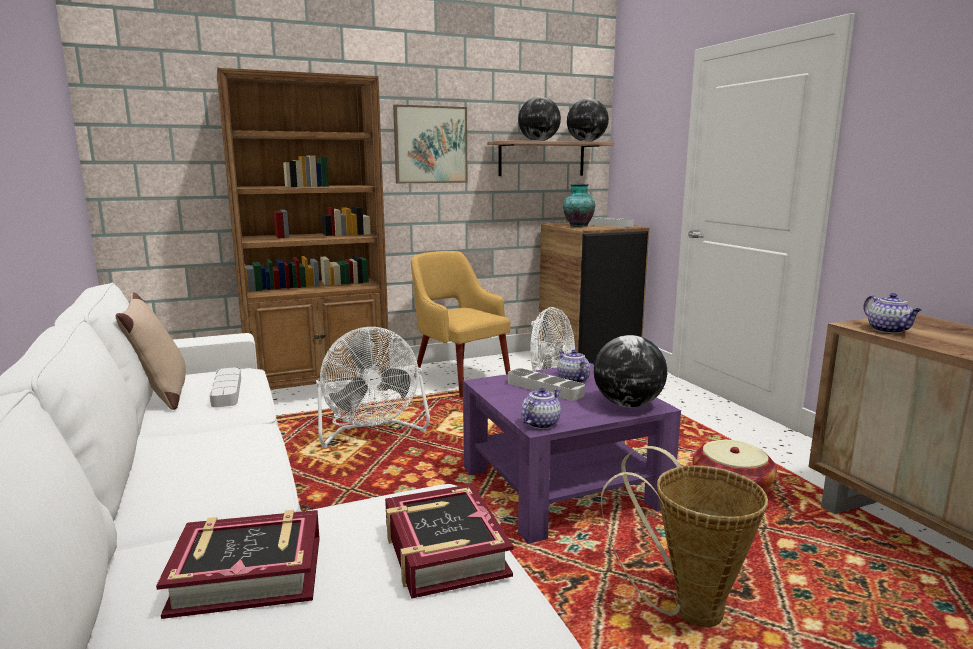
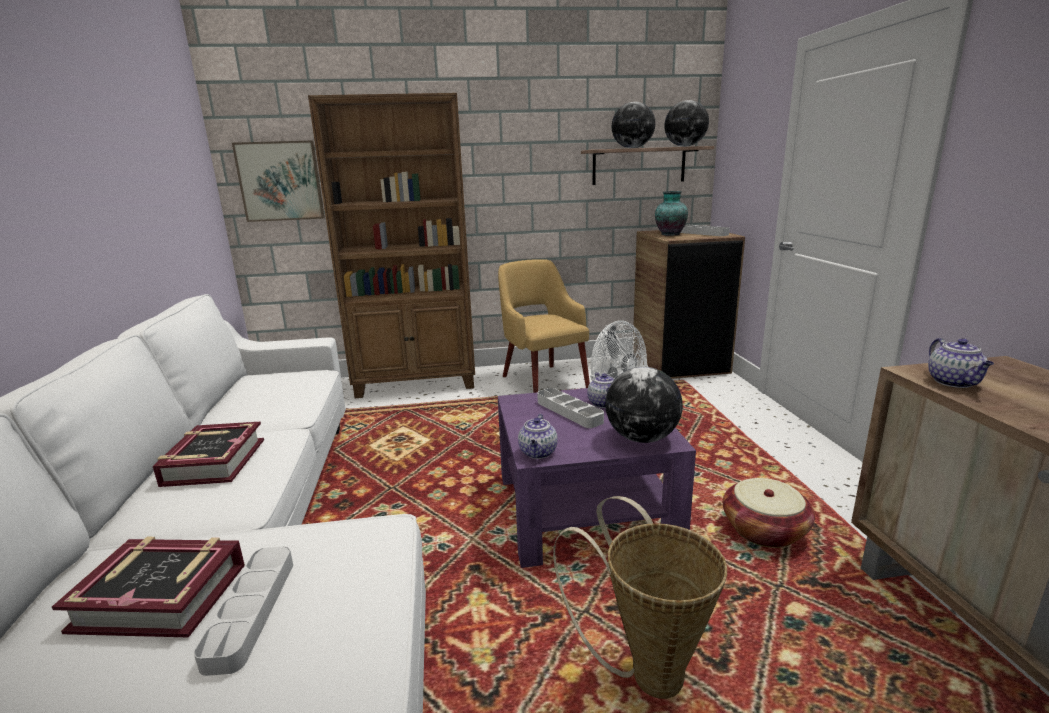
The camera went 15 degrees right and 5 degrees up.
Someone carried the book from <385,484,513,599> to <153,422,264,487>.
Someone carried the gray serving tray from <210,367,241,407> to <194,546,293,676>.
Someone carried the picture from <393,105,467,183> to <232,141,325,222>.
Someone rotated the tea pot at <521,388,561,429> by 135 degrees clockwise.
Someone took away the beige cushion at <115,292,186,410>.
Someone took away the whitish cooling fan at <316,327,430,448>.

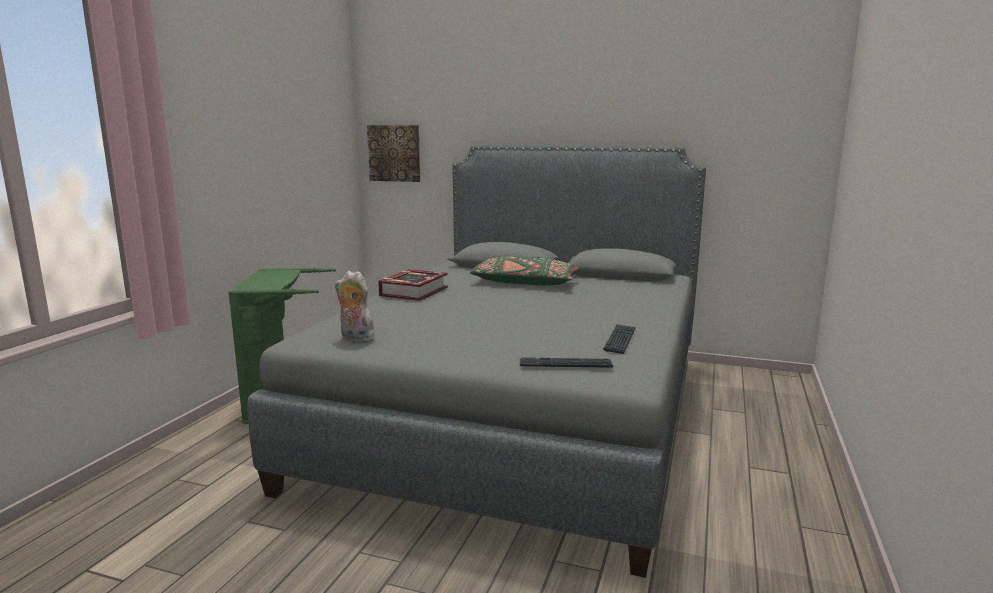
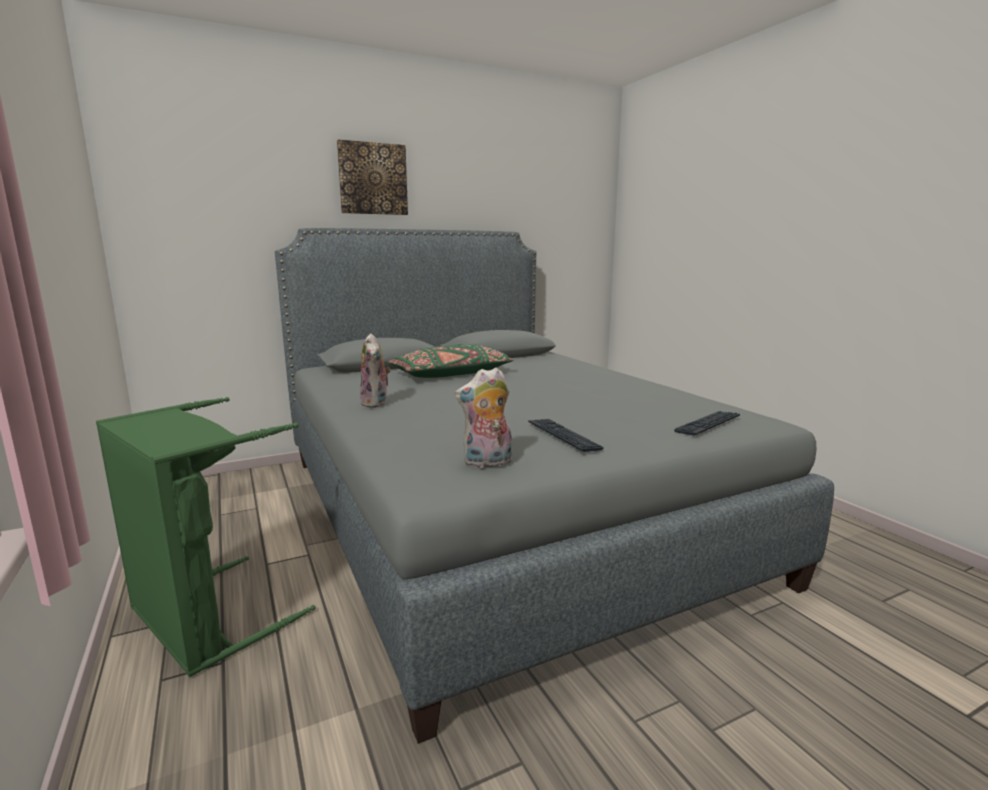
The camera went 45 degrees left and 0 degrees up.
Someone carried the picture from <367,125,420,182> to <337,139,408,215>.
Someone swapped the book at <378,269,448,301> for the cuddly toy at <360,333,391,408>.
Someone carried the computer keyboard from <603,324,636,354> to <528,419,604,452>.

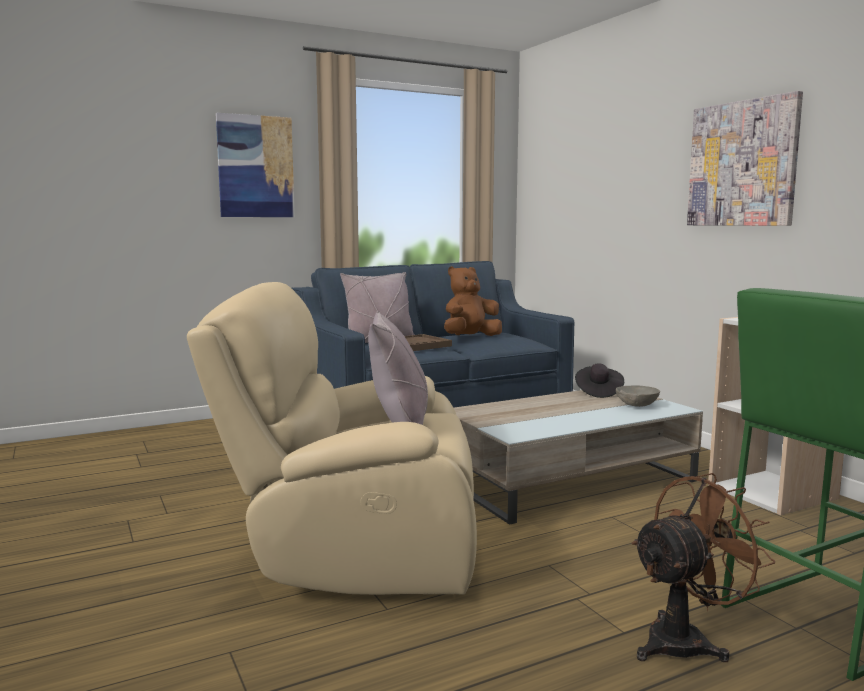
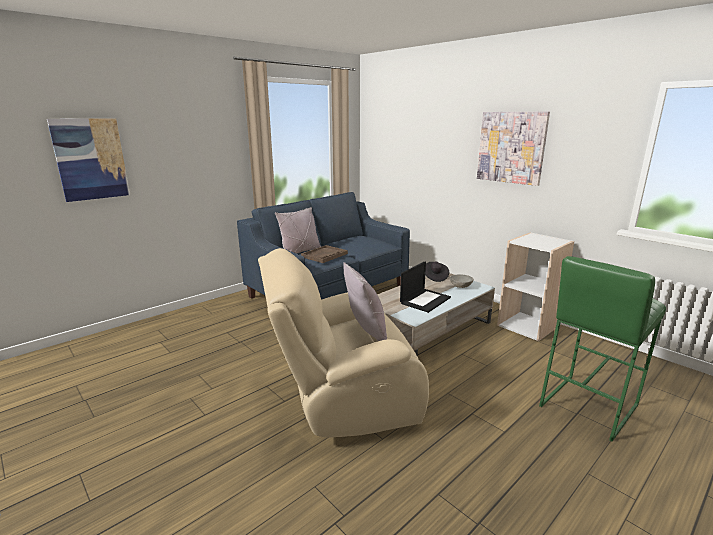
The camera went 15 degrees left and 10 degrees up.
Someone carried the picture from <216,113,295,217> to <47,118,130,202>.
Someone put down the laptop at <400,261,451,313>.
Someone took away the brown cuddly toy at <444,266,502,336>.
Someone took away the brown cooling fan at <631,473,775,662>.

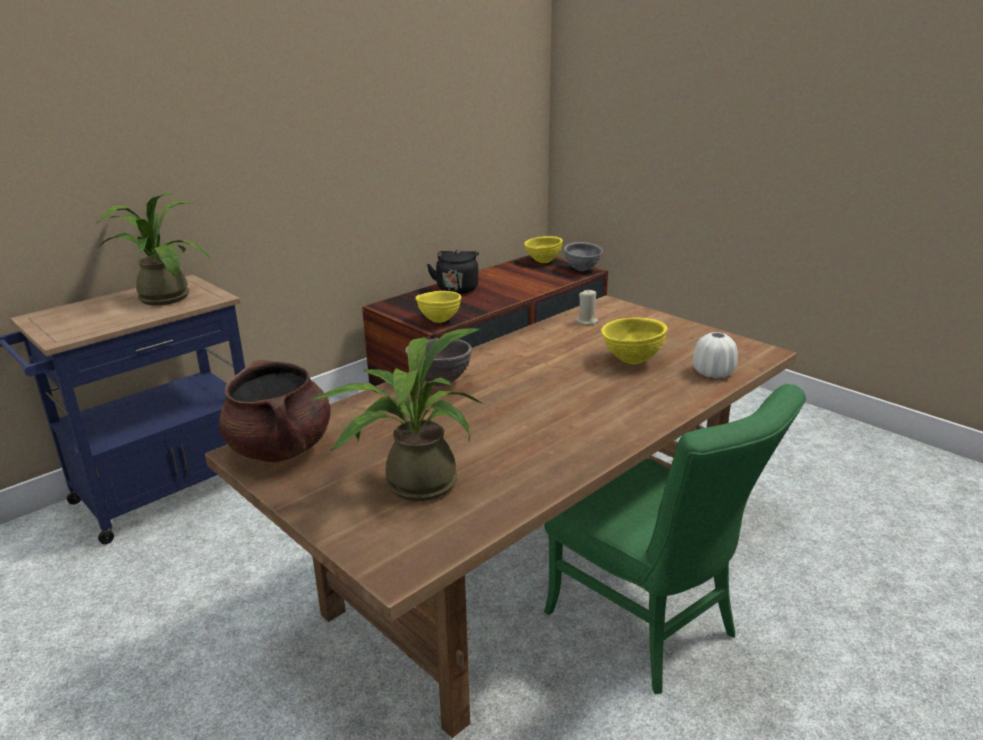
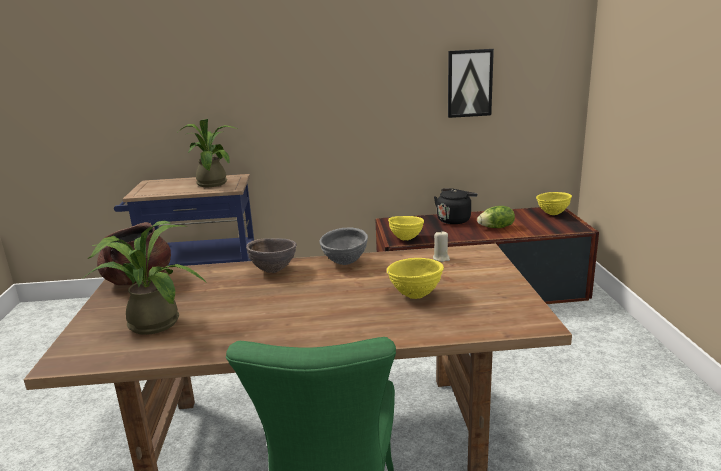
The camera went 40 degrees right and 5 degrees down.
Someone carried the gray bowl from <564,242,603,271> to <319,227,368,265>.
Someone put up the picture at <448,49,494,118>.
Someone put down the lettuce at <477,206,515,228>.
Someone took away the whitish vase at <693,332,738,378>.

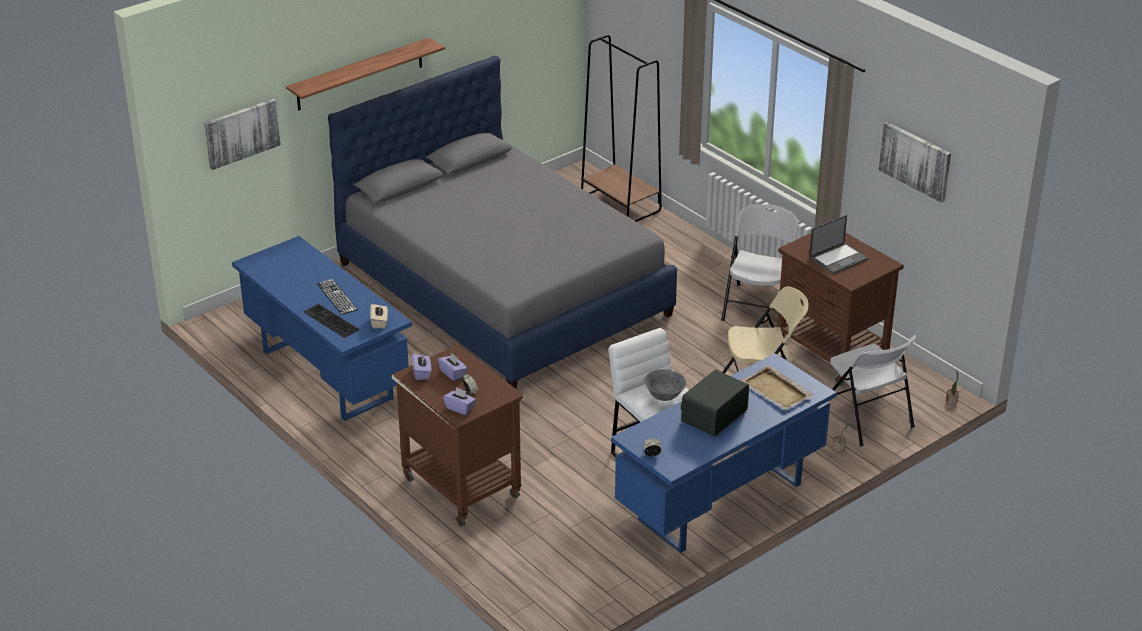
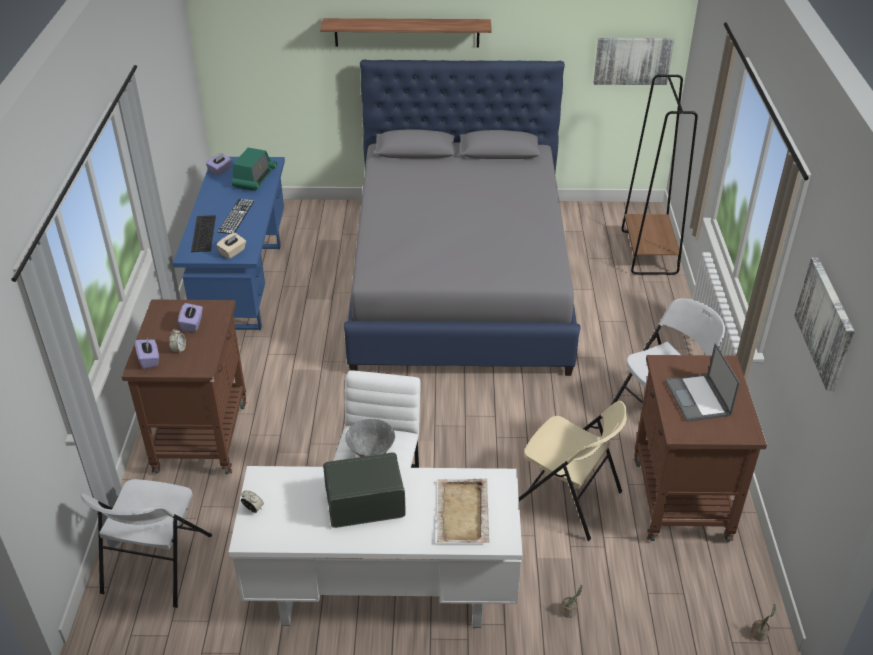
The camera went 40 degrees right and 5 degrees up.
Someone carried the whitish upright chair from <830,335,916,447> to <80,479,212,608>.
Someone carried the purplish tissue box from <412,354,431,380> to <206,153,232,176>.
Someone repainted the blue desk at <611,353,837,553>, which became the whitish desk at <229,466,523,628>.
Someone put down the radio set at <232,148,277,191>.
Someone carried the picture from <204,99,281,170> to <593,38,674,85>.
Someone rotated the laptop at <809,215,869,274> by 75 degrees clockwise.

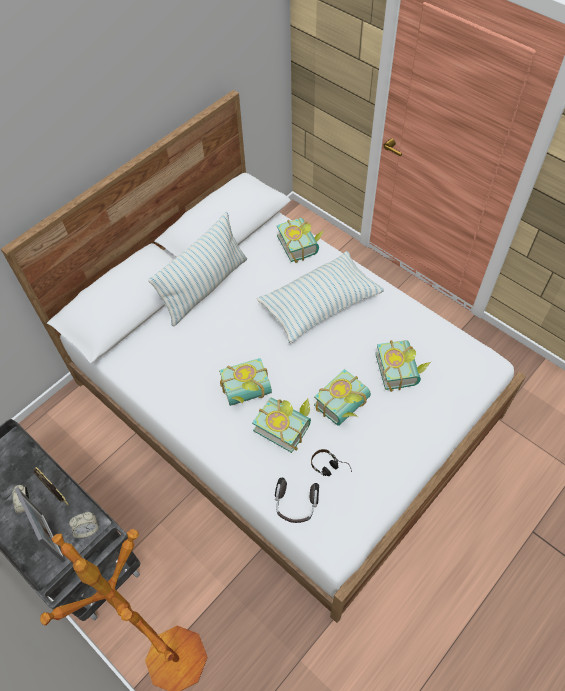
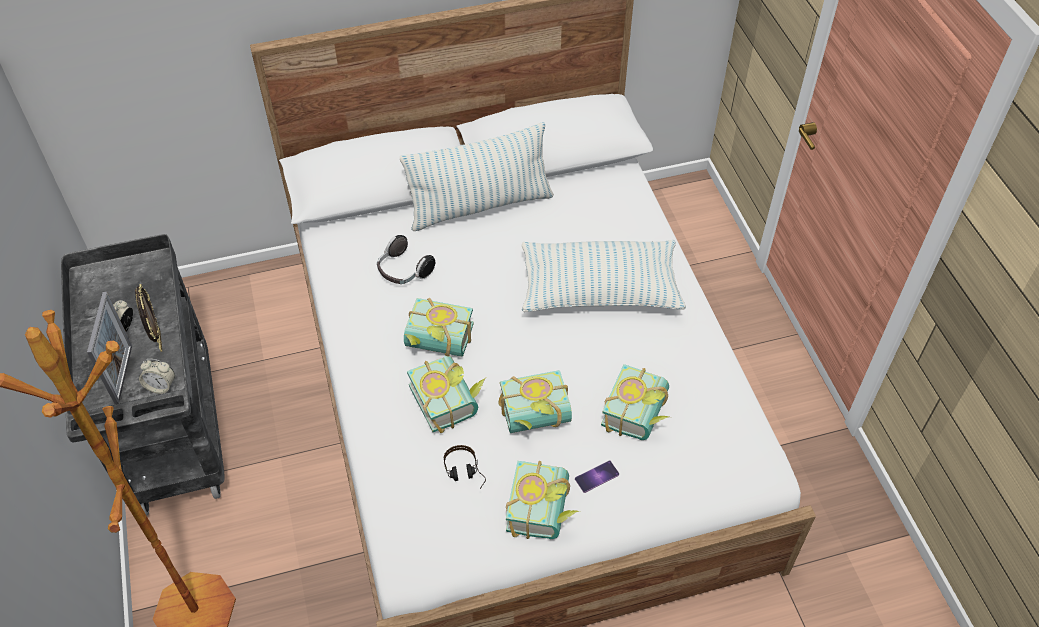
The camera went 30 degrees right and 5 degrees down.
Someone carried the pair of headphones from <275,478,319,523> to <377,235,435,284>.
Someone carried the book from <277,218,324,263> to <506,461,579,539>.
Someone put down the phone at <575,460,619,493>.

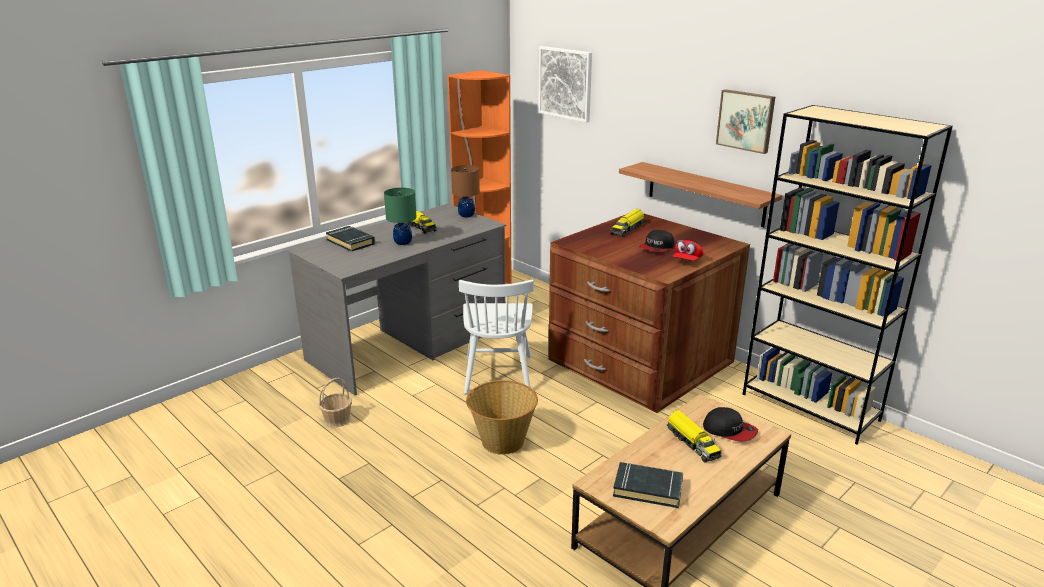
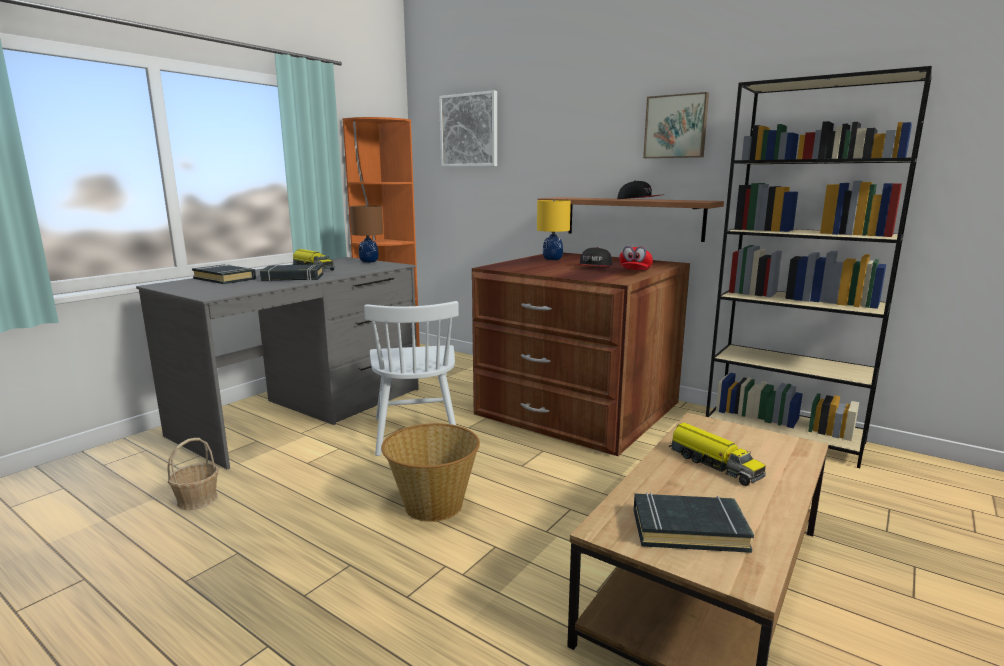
The camera went 10 degrees left and 10 degrees down.
Someone swapped the green lamp for a table at <384,188,417,245> for the black book at <260,264,324,281>.
Someone swapped the toy truck at <611,209,644,237> for the yellowish lamp for a table at <537,200,571,260>.
Someone carried the baseball cap from <703,407,758,442> to <617,180,661,199>.

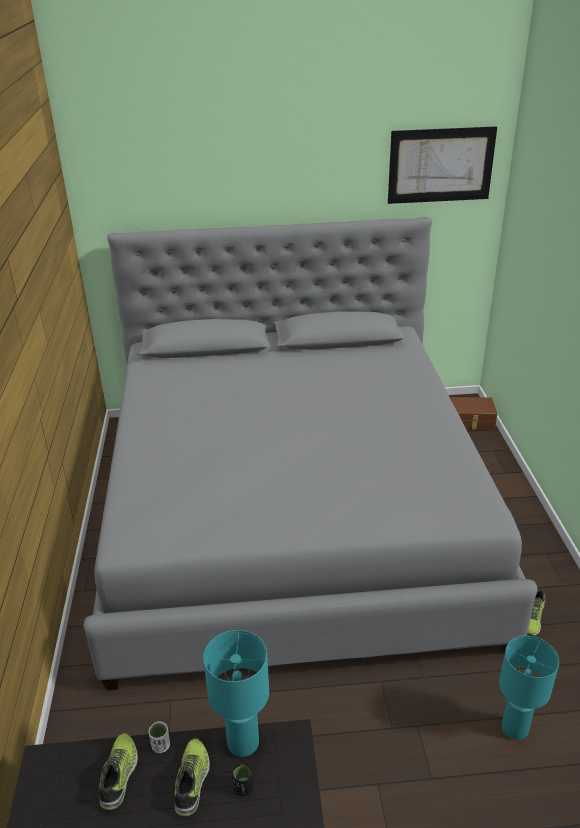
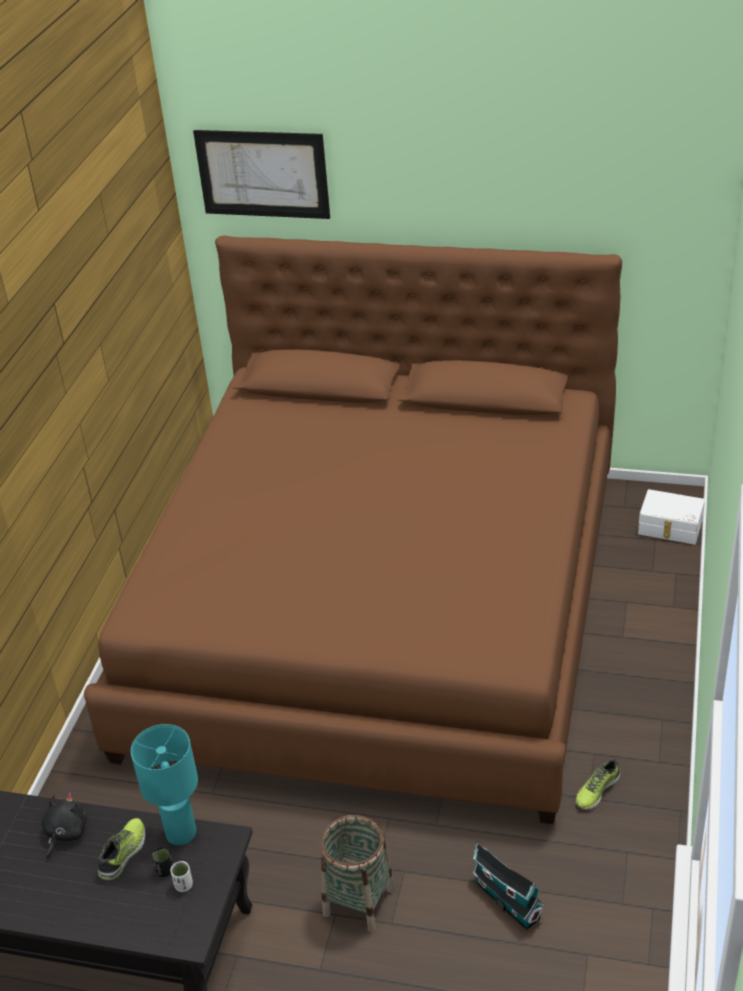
The camera went 20 degrees right and 5 degrees up.
Someone swapped the low shoe at <99,733,138,810> for the black cuddly toy at <41,792,87,860>.
Someone repainted the gray sleeping bed at <84,217,537,690>, which became the brown sleeping bed at <84,235,622,824>.
Someone carried the whitish cup from <149,721,170,753> to <170,861,193,892>.
Someone carried the picture from <388,126,497,204> to <193,130,330,219>.
Someone put down the storage basket at <320,815,395,932>.
Someone swapped the turquoise lamp for a table at <499,636,559,740> for the toy house at <472,843,545,930>.
Someone repainted the brown storage box at <450,397,497,430>, which became the whitish storage box at <638,489,705,545>.

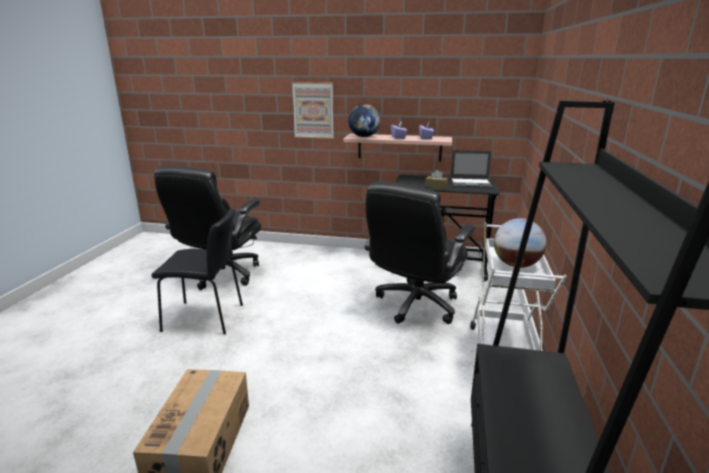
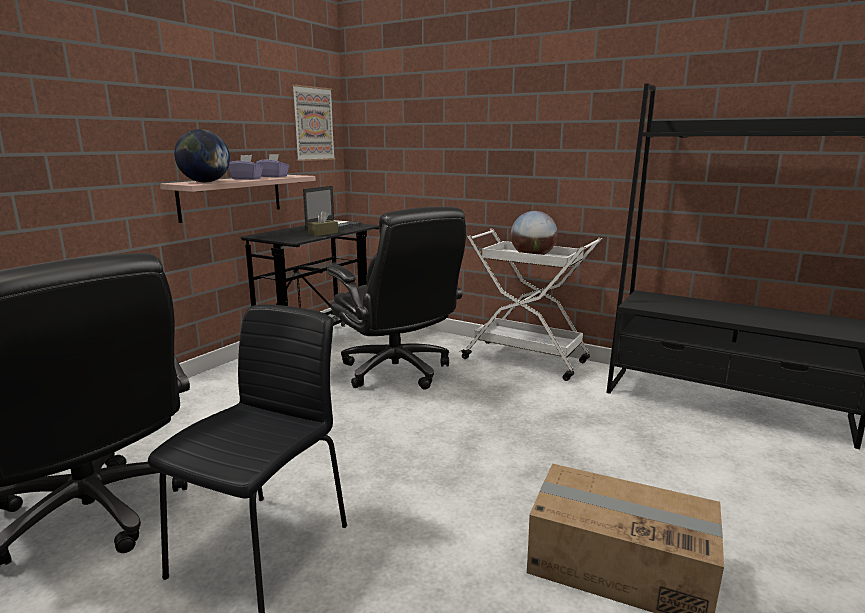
The camera went 70 degrees left and 5 degrees down.
Someone carried the picture from <292,82,334,139> to <292,84,335,161>.

